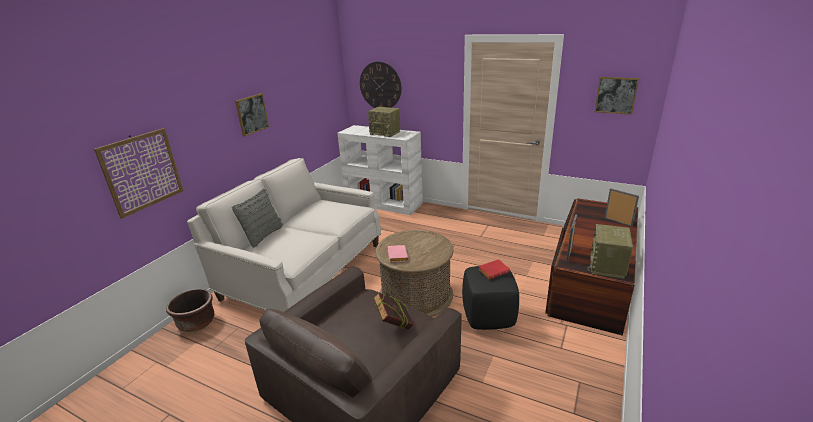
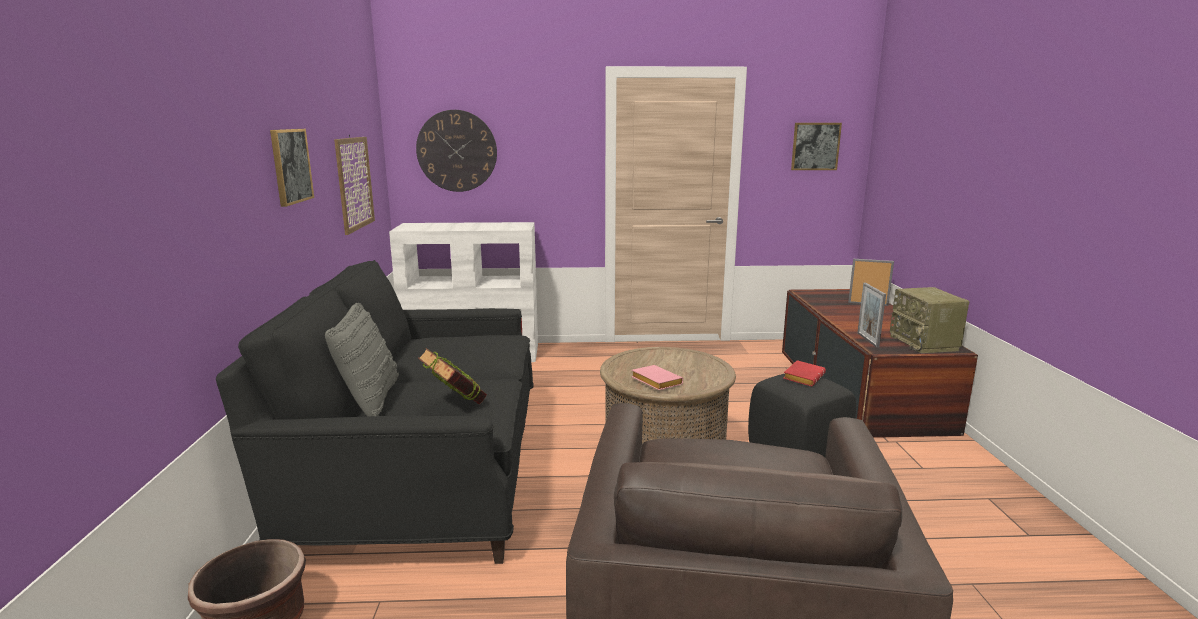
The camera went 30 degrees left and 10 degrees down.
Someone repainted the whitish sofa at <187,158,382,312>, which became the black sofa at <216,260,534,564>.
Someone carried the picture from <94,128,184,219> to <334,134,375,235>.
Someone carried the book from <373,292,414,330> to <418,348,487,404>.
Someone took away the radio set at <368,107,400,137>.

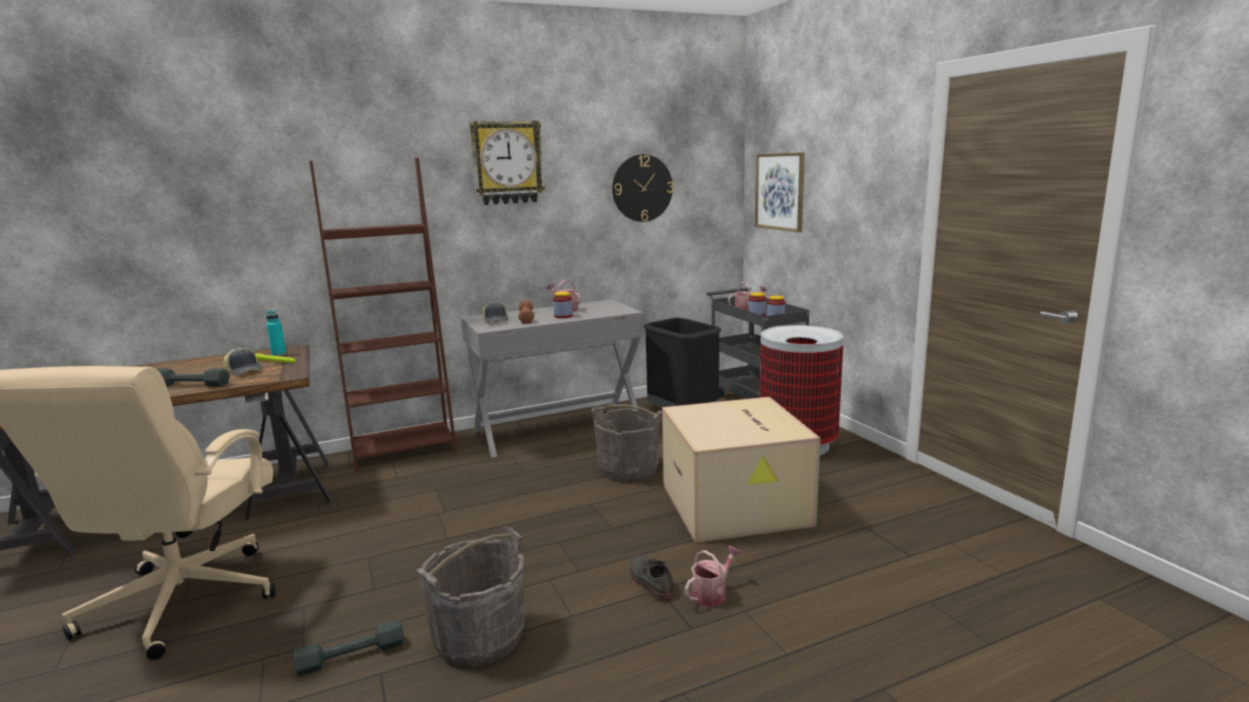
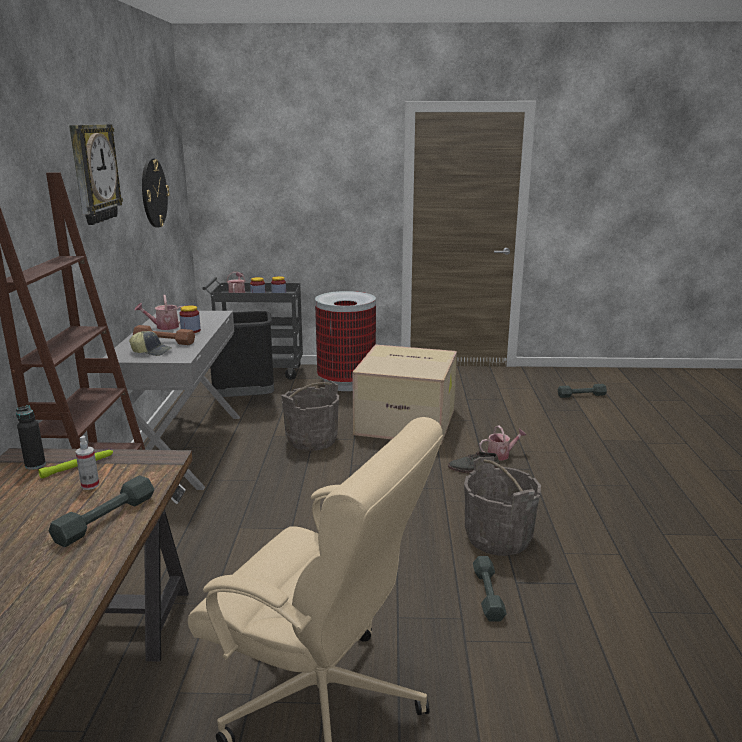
The camera went 65 degrees left and 5 degrees up.
Someone repainted the turquoise drink bottle at <266,311,286,356>, which became the black drink bottle at <16,405,46,470>.
Someone swapped the baseball cap at <223,348,263,376> for the sprayer at <76,436,99,490>.
Someone rotated the sprinkling can at <685,545,741,607> by 90 degrees clockwise.
Someone put down the gray dumbbell at <558,384,607,398>.
Someone took away the picture at <755,152,805,232>.

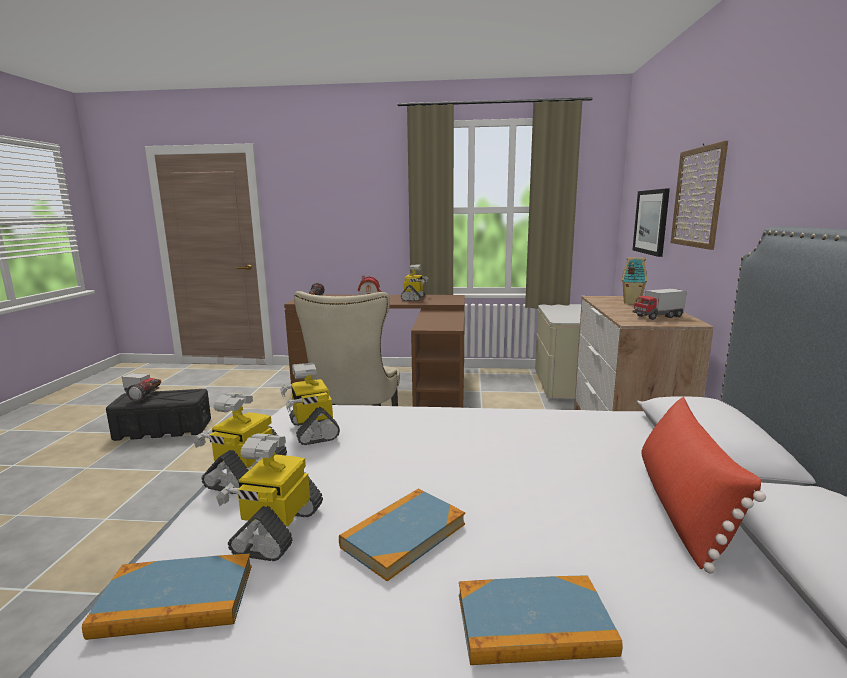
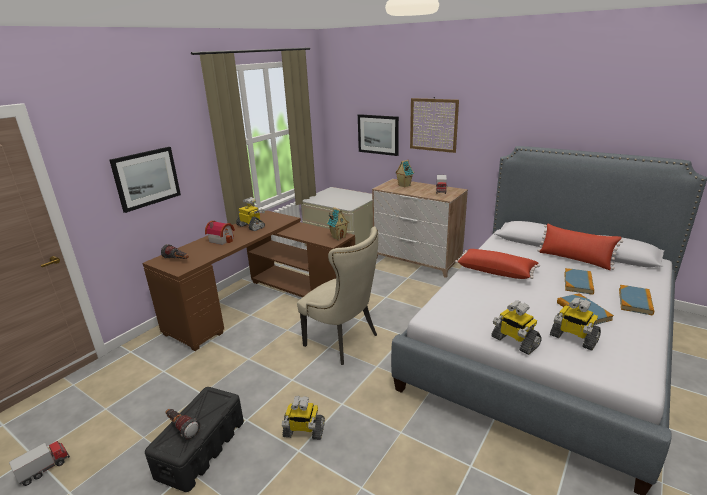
The camera went 60 degrees left and 10 degrees up.
Someone put up the picture at <110,147,181,213>.
Someone carried the robot figure from <280,363,340,445> to <282,396,325,440>.
Someone put down the toy house at <327,207,349,240>.
Someone put down the red-coloured cushion at <455,249,540,279>.
Someone carried the book from <82,554,252,640> to <564,268,594,295>.

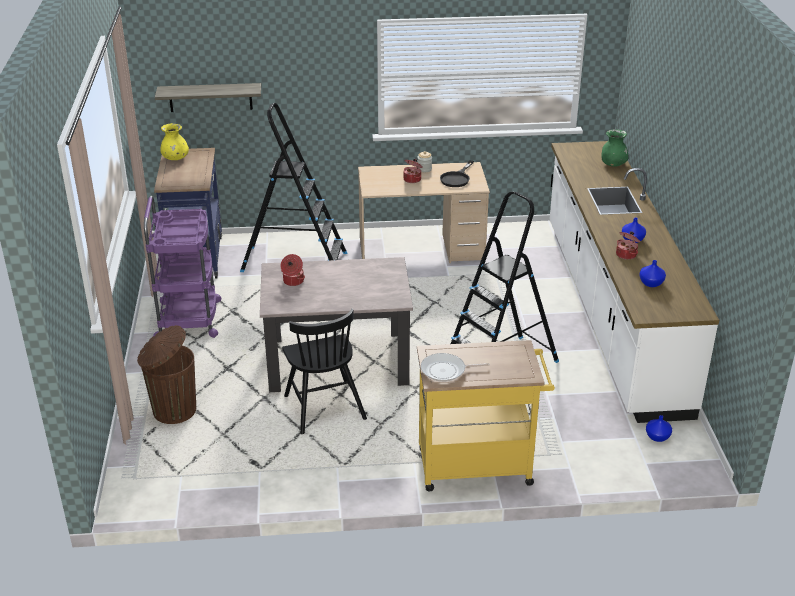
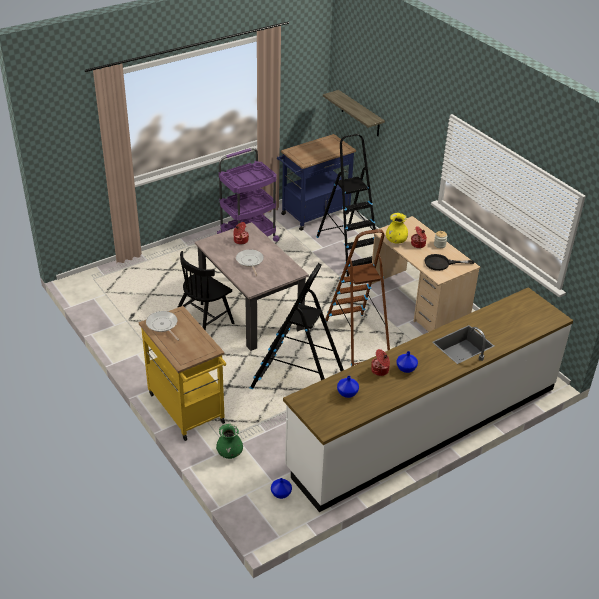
The camera went 60 degrees right and 5 degrees up.
Someone carried the green vase from <602,129,629,167> to <216,424,243,459>.
Someone put down the pan at <236,249,264,276>.
Someone put down the brown step stool at <325,229,390,367>.
Someone carried the yellowish vase from <160,123,189,160> to <386,213,408,244>.
Someone took away the brown waste bin at <137,325,196,424>.

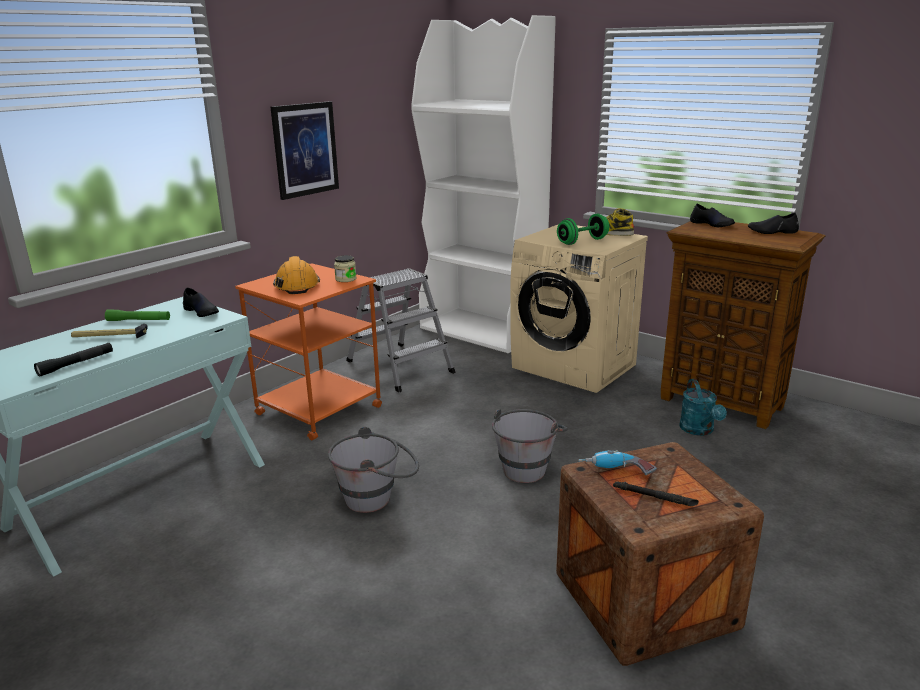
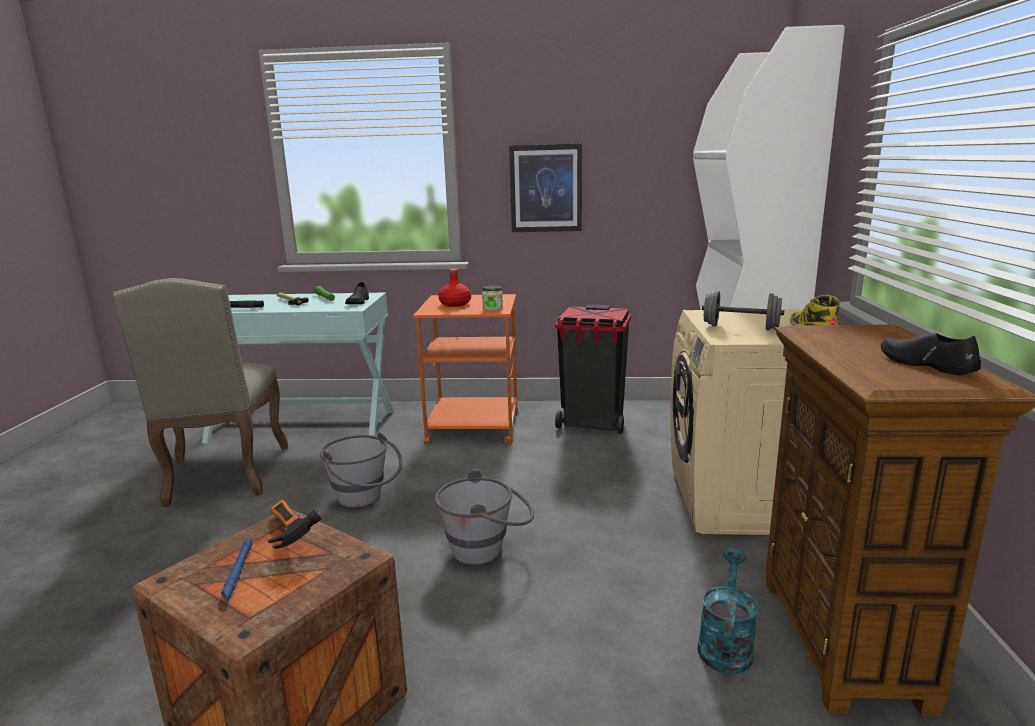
The camera went 55 degrees right and 5 degrees down.
Someone put down the gray upright chair at <112,278,288,507>.
Someone repainted the black torch at <613,482,699,506>, which became the blue torch at <221,538,252,602>.
Someone swapped the electric drill at <579,450,657,475> for the hammer at <268,500,321,549>.
Someone swapped the orangey hard hat at <273,256,320,294> for the red-coloured drink bottle at <438,269,471,307>.
Someone swapped the gray step stool at <346,268,456,392> for the black waste bin at <555,304,631,434>.
Someone rotated the turquoise sprinkling can at <679,379,727,436> by 150 degrees clockwise.
Someone repainted the green dumbbell at <557,213,609,245>, which became the gray dumbbell at <702,291,784,330>.
Someone took away the black low shoe at <690,204,735,227>.

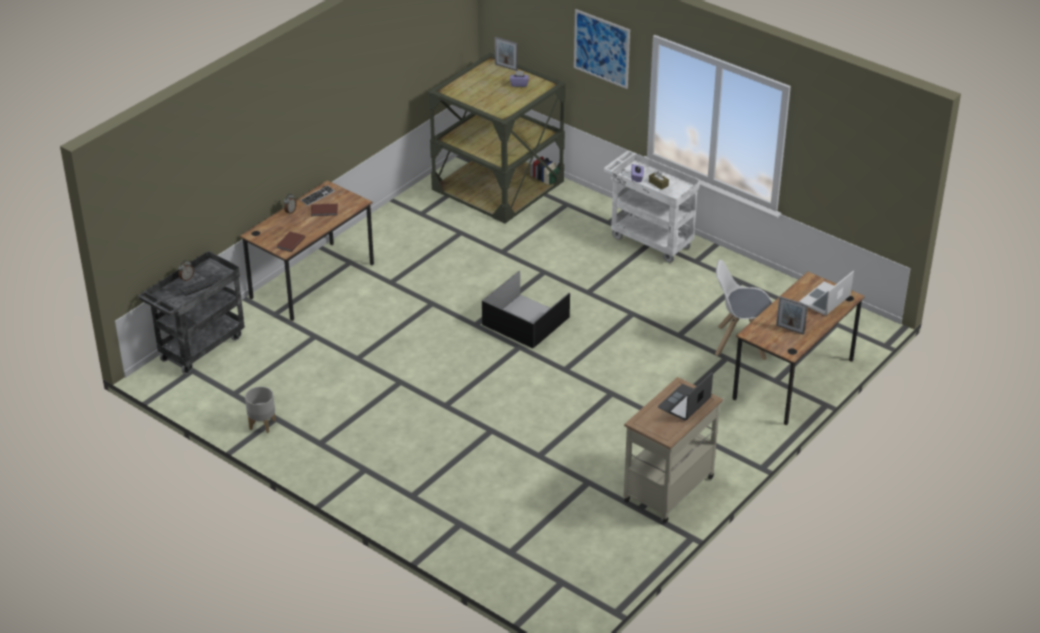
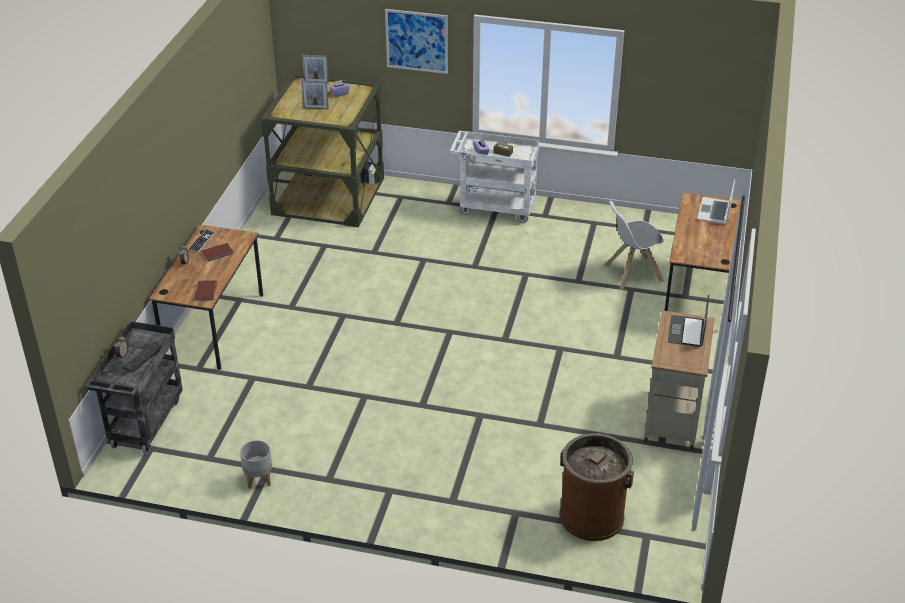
The camera went 25 degrees left and 0 degrees up.
Someone carried the photo frame from <776,296,808,335> to <301,80,329,109>.
Someone put down the brown waste bin at <560,433,634,541>.
Someone took away the black storage box at <482,271,570,349>.

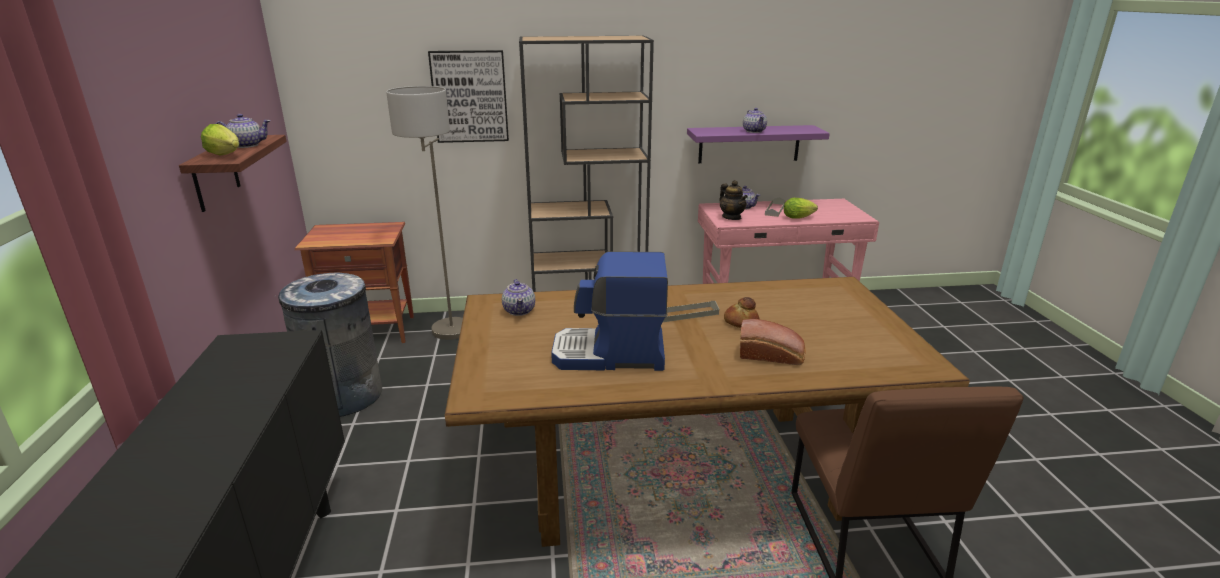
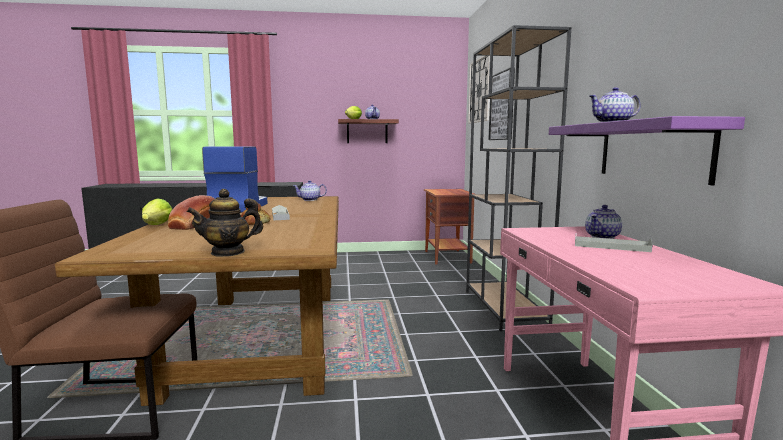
The camera went 90 degrees right and 15 degrees down.
Someone carried the lettuce from <784,198,818,219> to <142,199,172,225>.
Someone carried the tea pot from <720,180,748,220> to <187,189,263,257>.
Someone put up the hanging clock at <468,56,490,124>.
Someone took away the gray waste bin at <274,272,382,417>.
Someone took away the gray floor lamp at <386,86,463,340>.

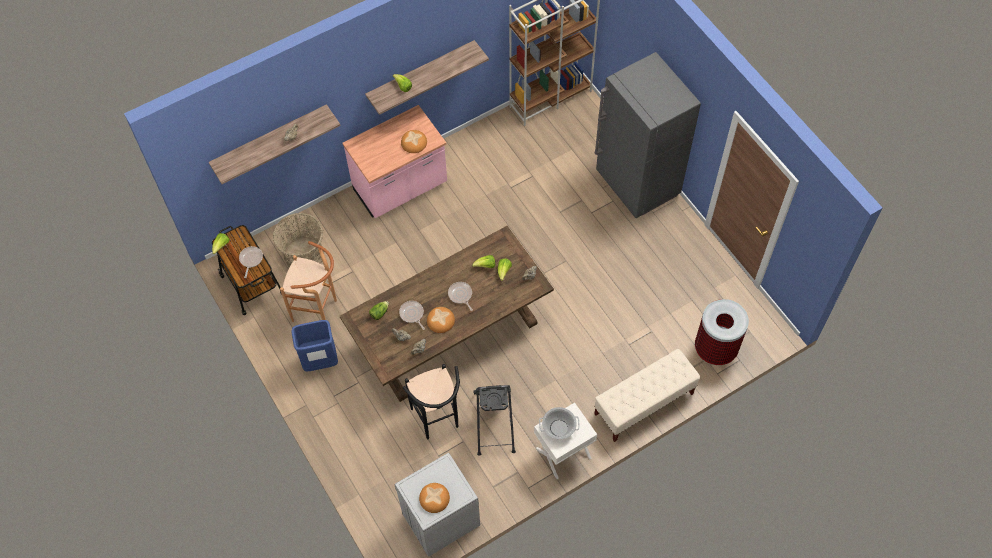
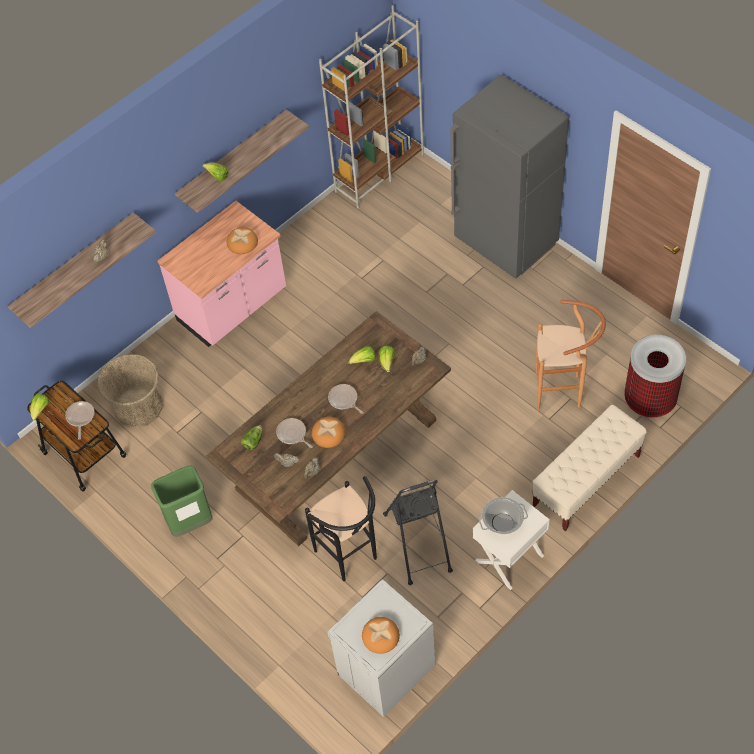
The camera went 10 degrees left and 5 degrees down.
Someone repainted the blue waste bin at <291,320,338,371>, which became the green waste bin at <151,466,212,537>.
Someone carried the brown stool from <280,241,337,322> to <536,300,606,411>.

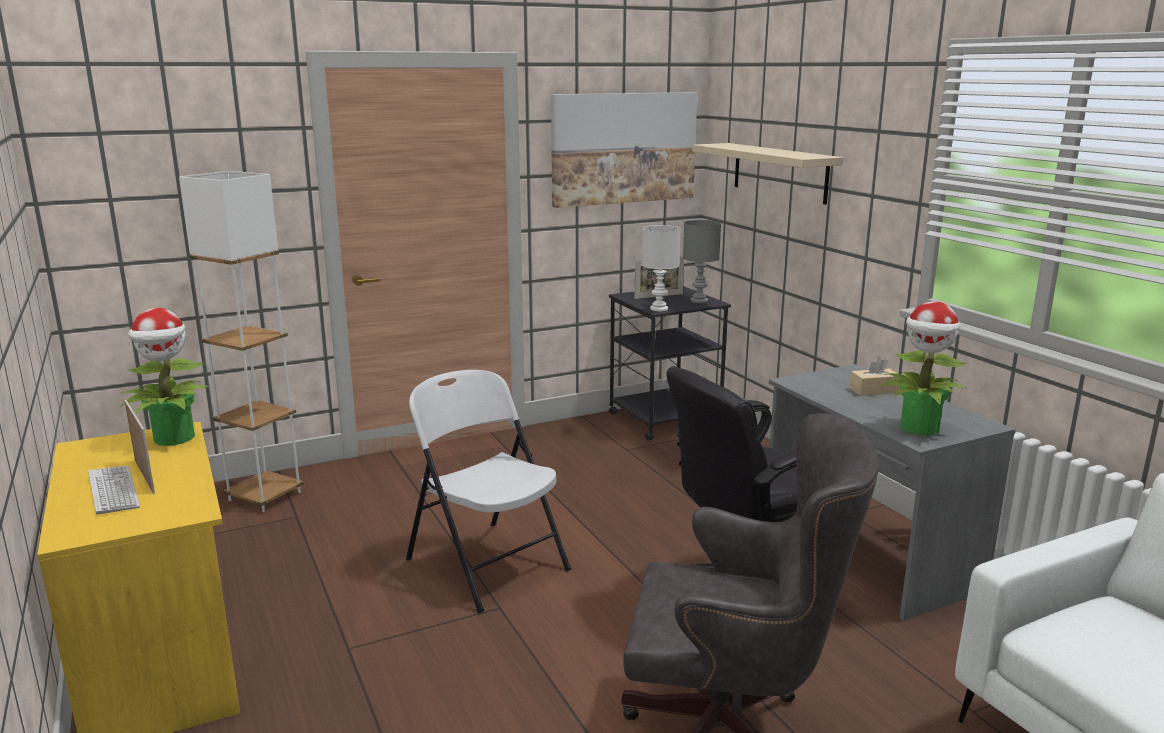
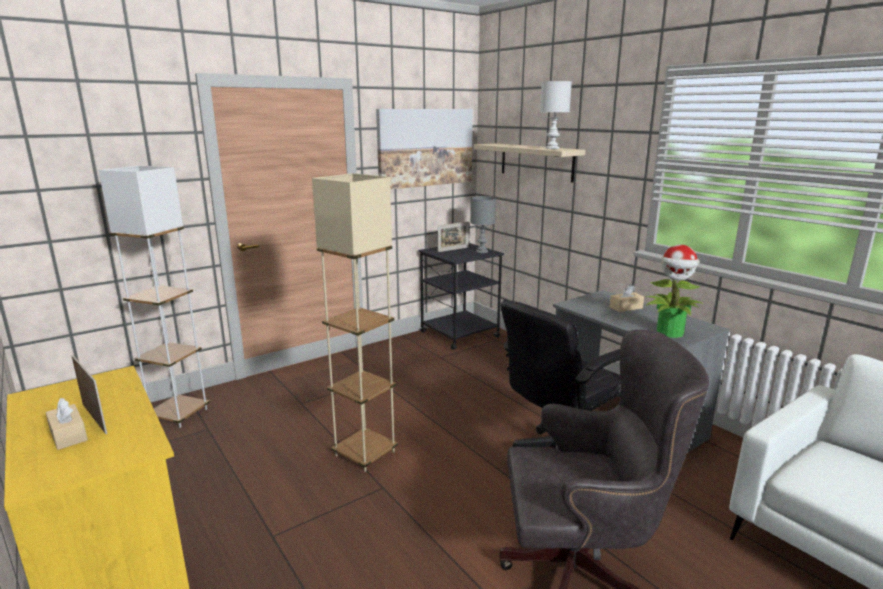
The camera went 10 degrees left and 0 degrees up.
Someone swapped the computer keyboard at <88,466,140,515> for the beige tissue box at <45,398,88,450>.
Someone swapped the whitish upright chair at <406,370,571,614> for the beige floor lamp at <312,173,398,472>.
Someone carried the whitish lamp for a table from <642,225,681,311> to <540,81,572,149>.
Someone took away the houseplant at <121,308,210,446>.

